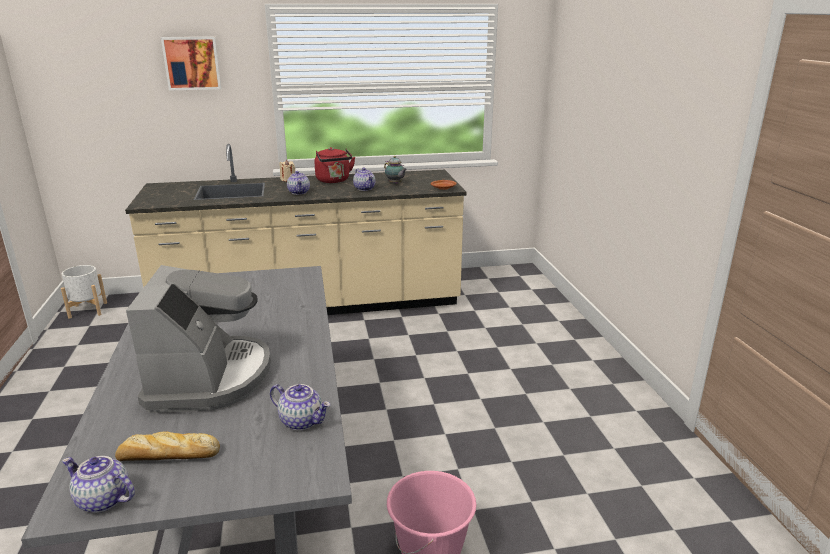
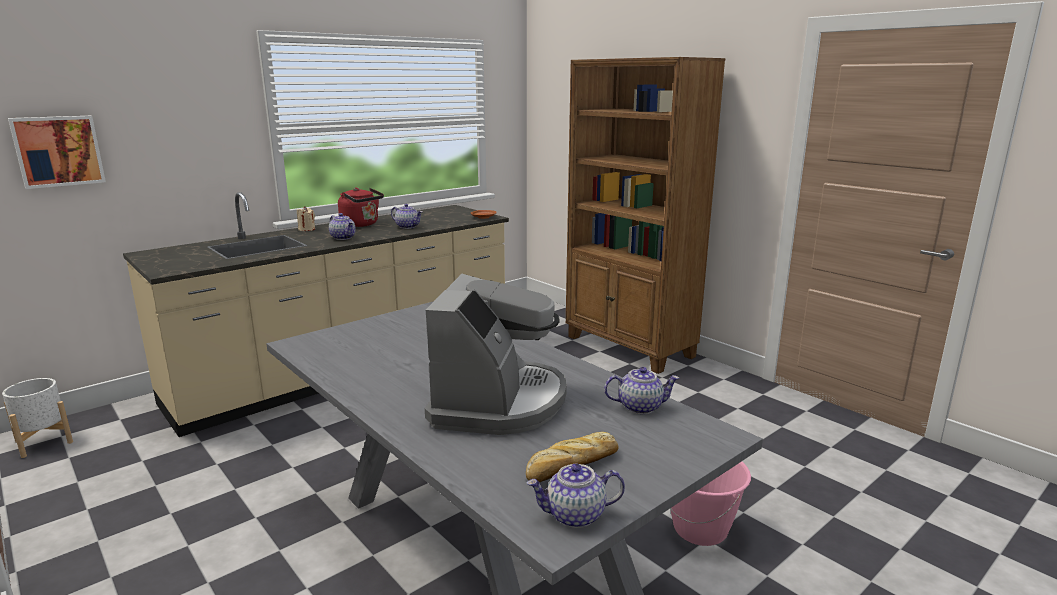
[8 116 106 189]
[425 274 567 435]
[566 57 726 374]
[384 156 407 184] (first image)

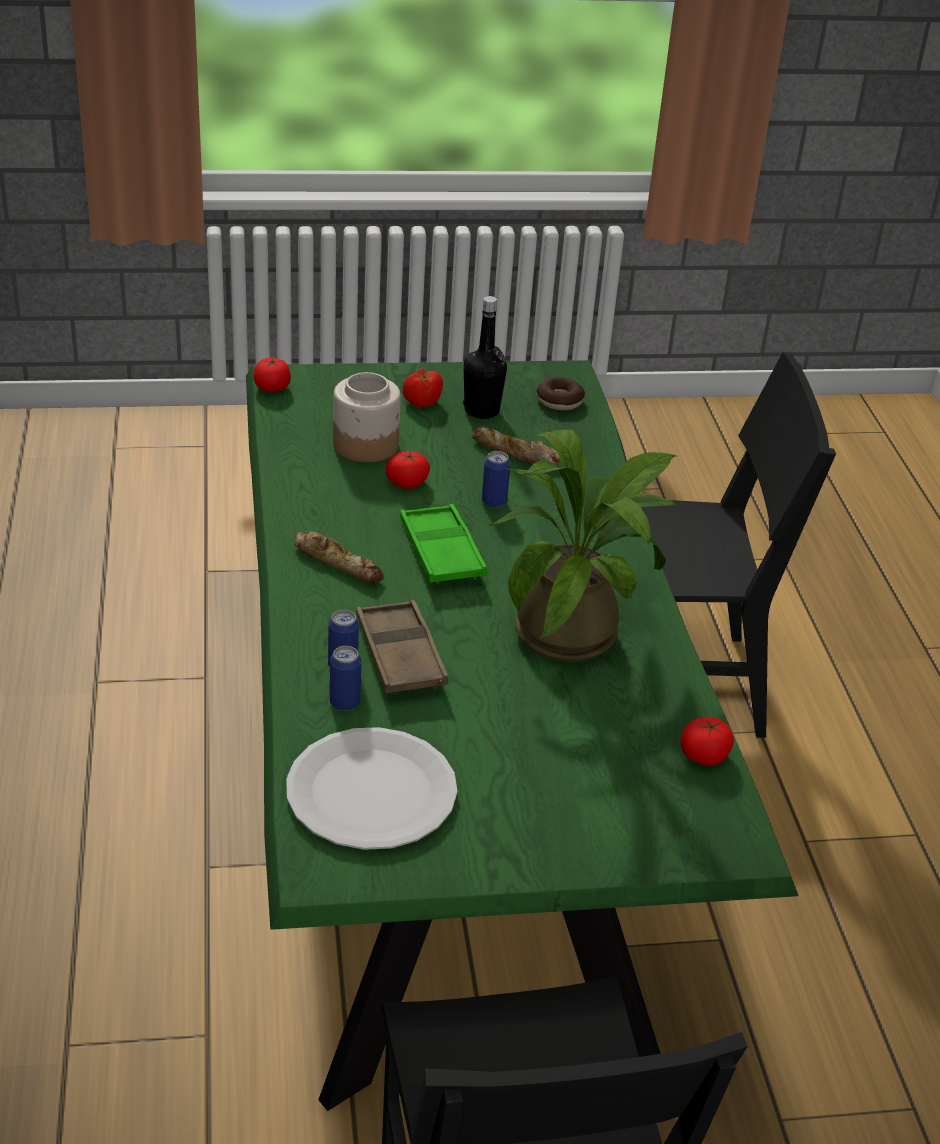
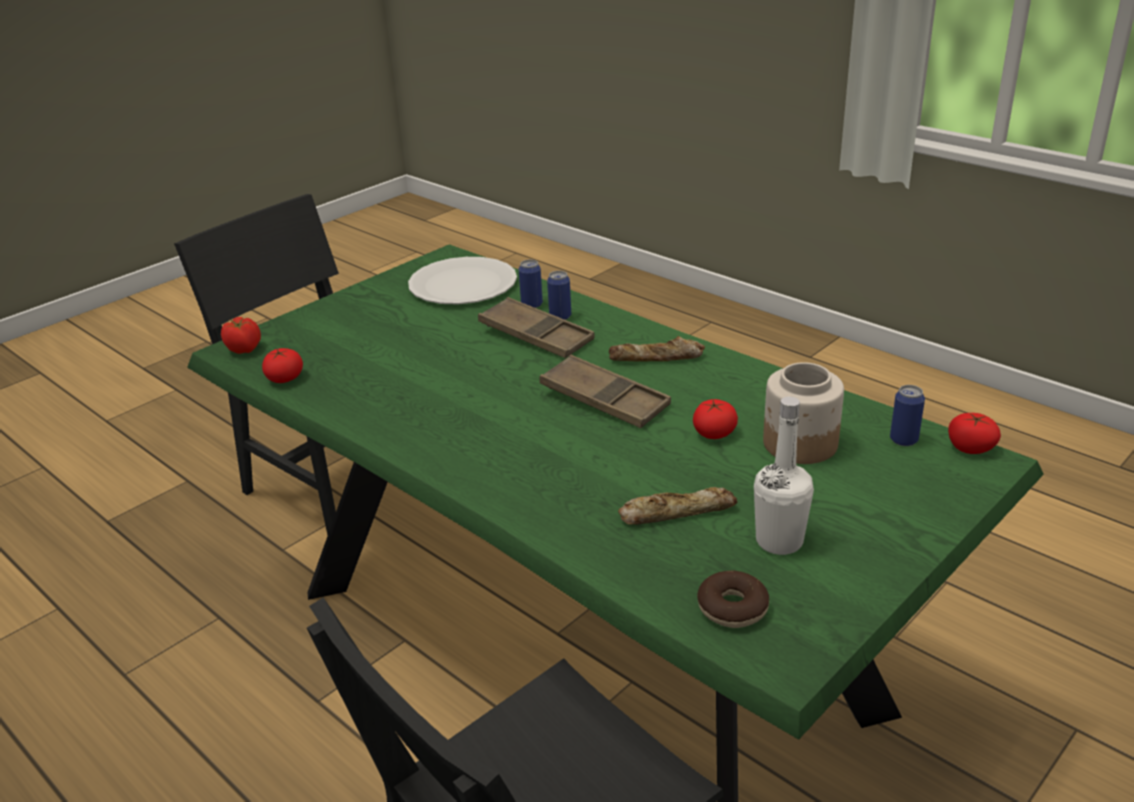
[221 317 261 354]
[540 355 671 428]
[754 397 814 555]
[890 385 925 446]
[490 430 679 662] (first image)

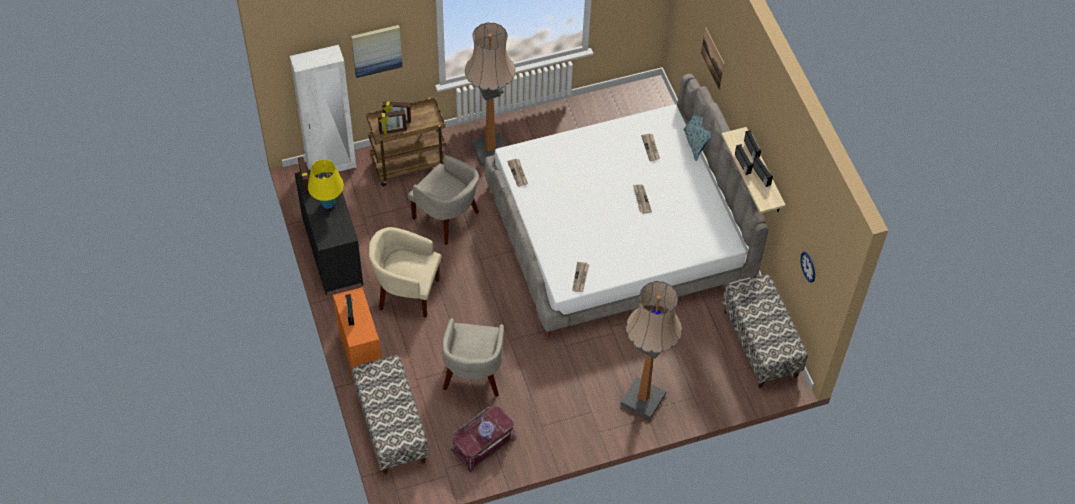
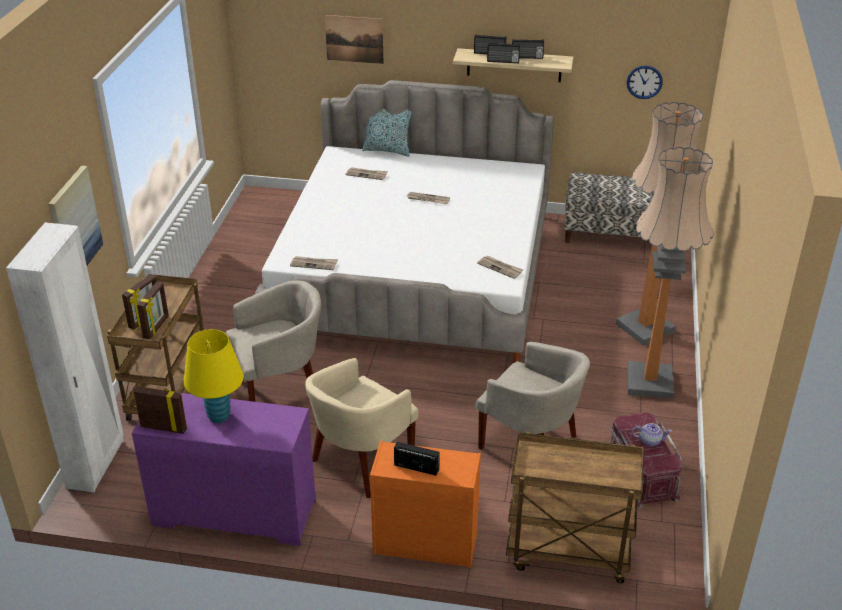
[132 392 316 546]
[506 432 644 583]
[627 147 713 399]

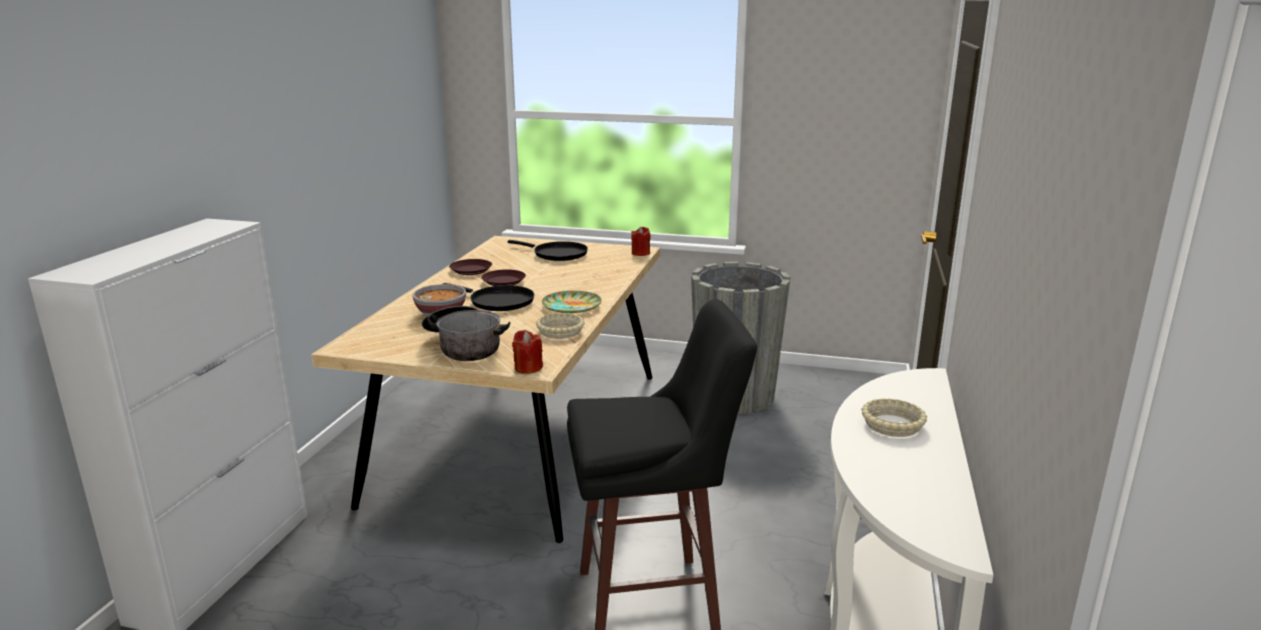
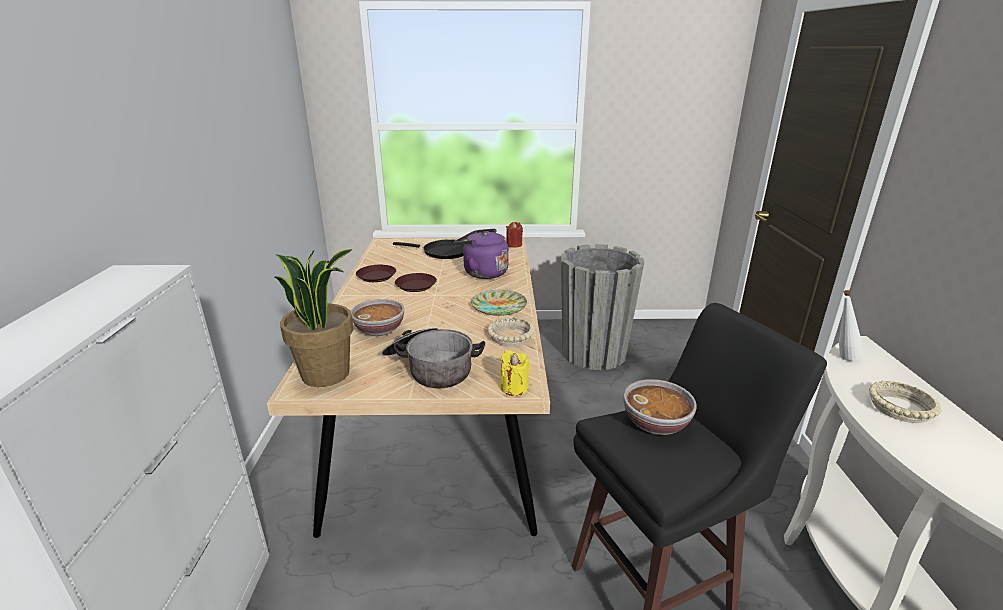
[275 249 354 387]
[454 229 509 279]
[501 350 529 396]
[623 379 697 435]
[839 290 862 361]
[443 283 534 311] (first image)

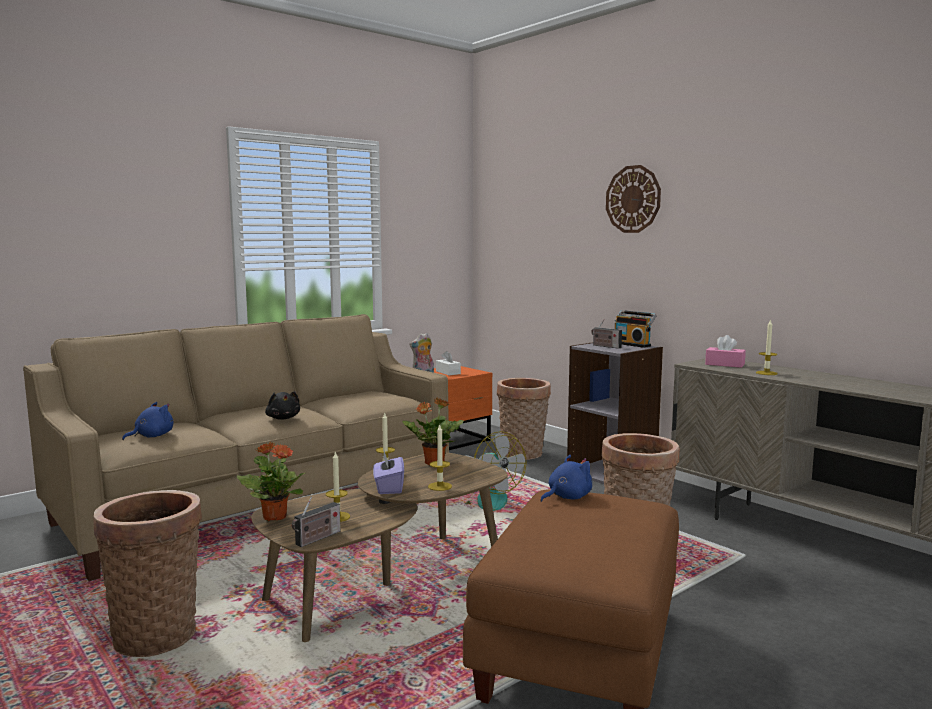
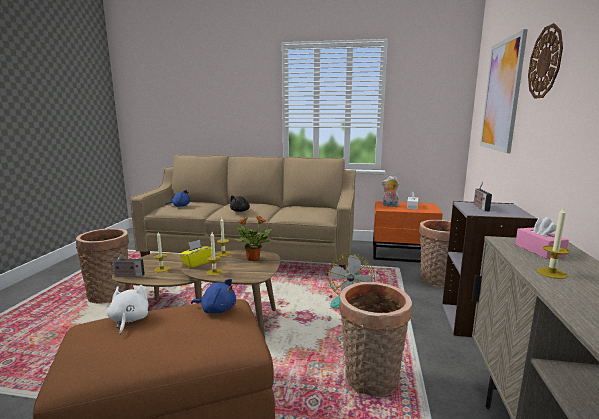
[107 284 149 335]
[179 240 212 268]
[480 29 528 153]
[237 442 305 521] (first image)
[615 310 656 348] (first image)

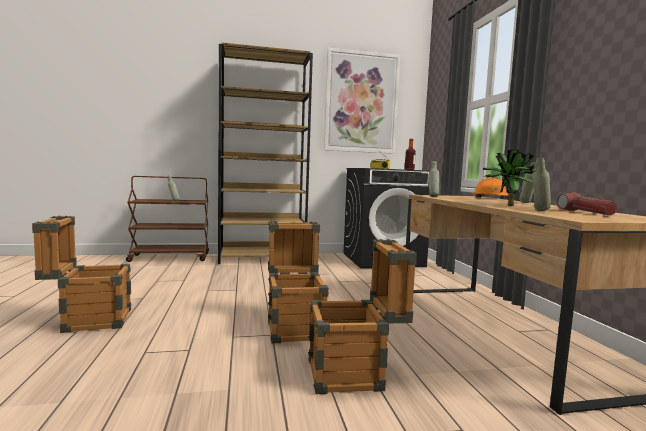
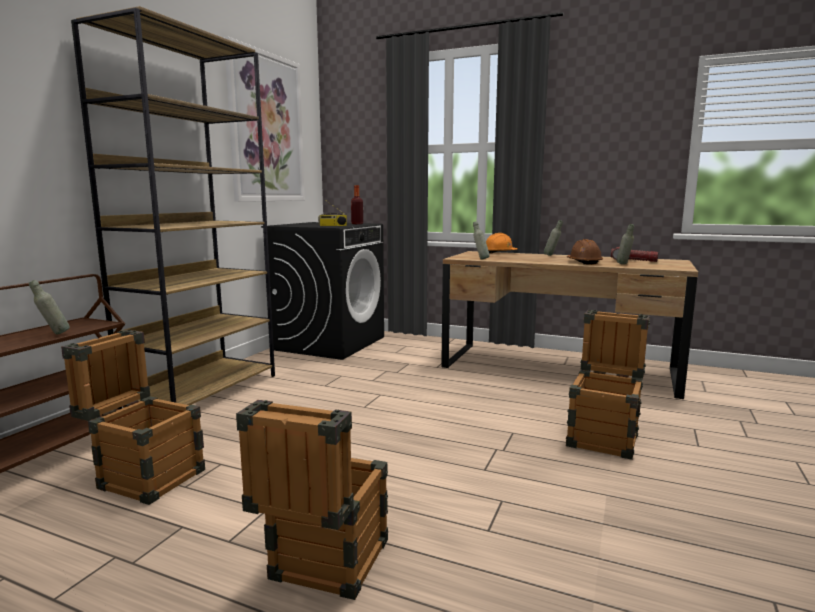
[61 330 205 505]
[567 239 603 265]

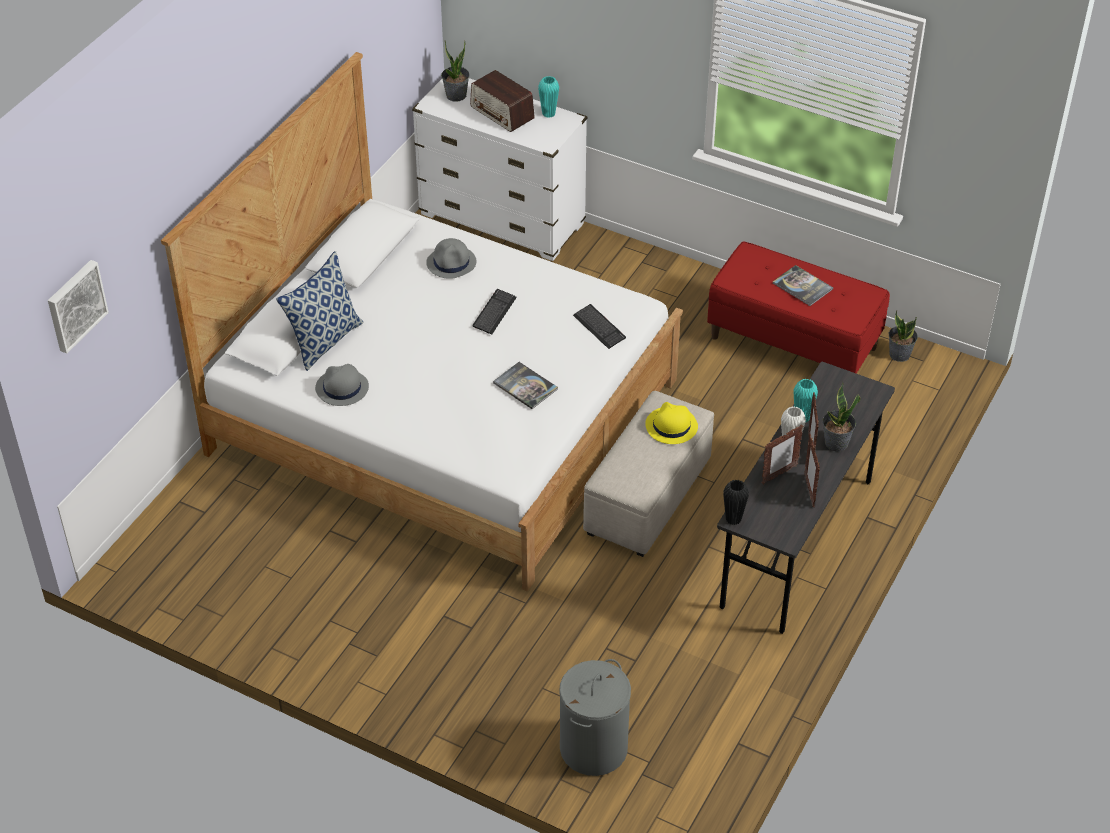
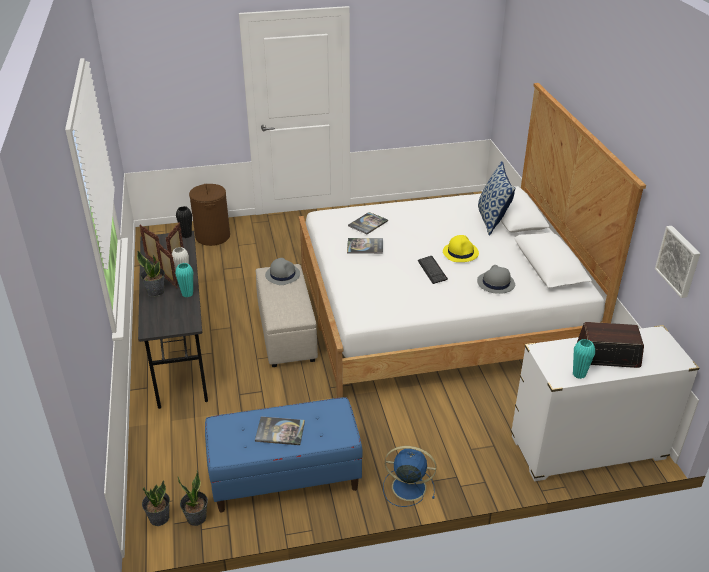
[142 480 170 526]
[189 184 230 246]
[205 397 363 512]
[265 258 300 285]
[348 212 388 234]
[383 446 436 507]
[443 235 479 262]
[655 226 700 298]
[573 304 626 349] (first image)

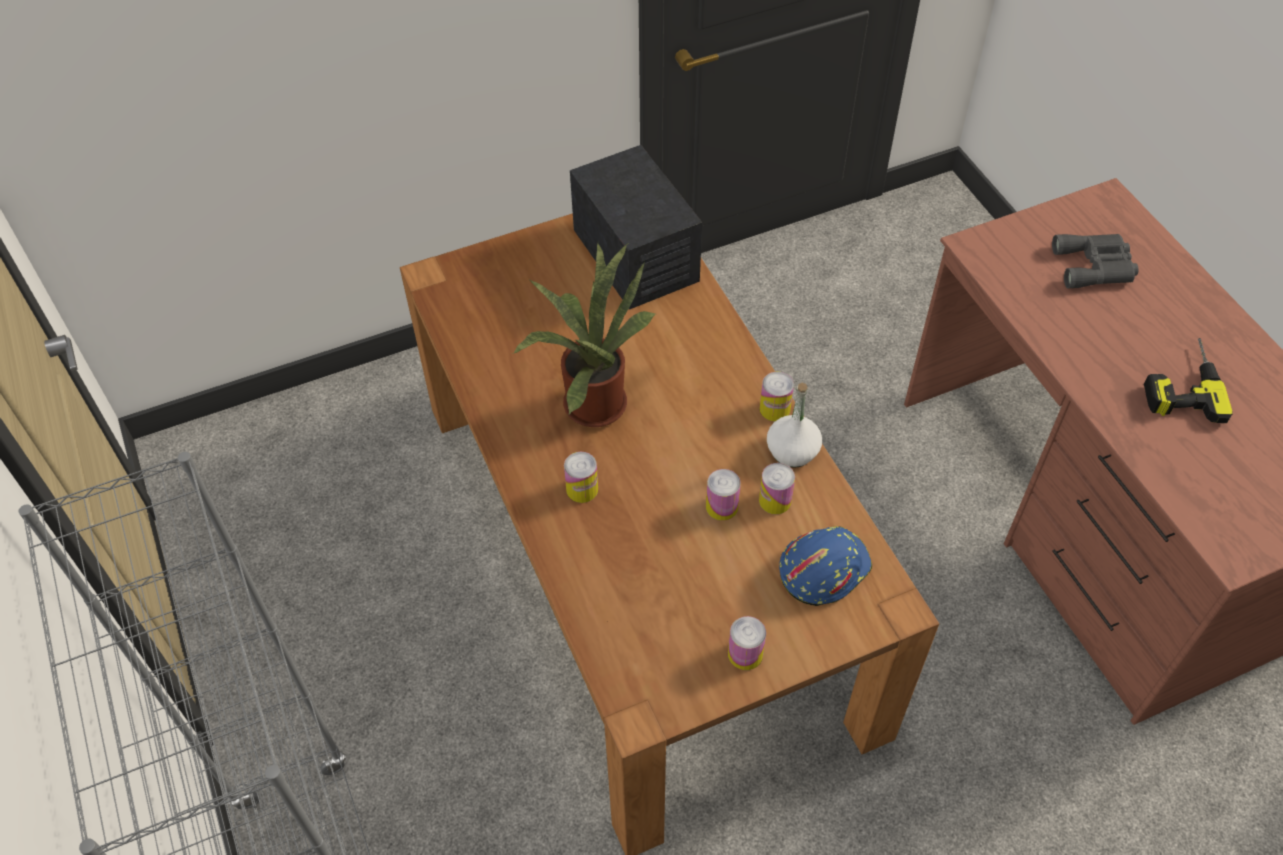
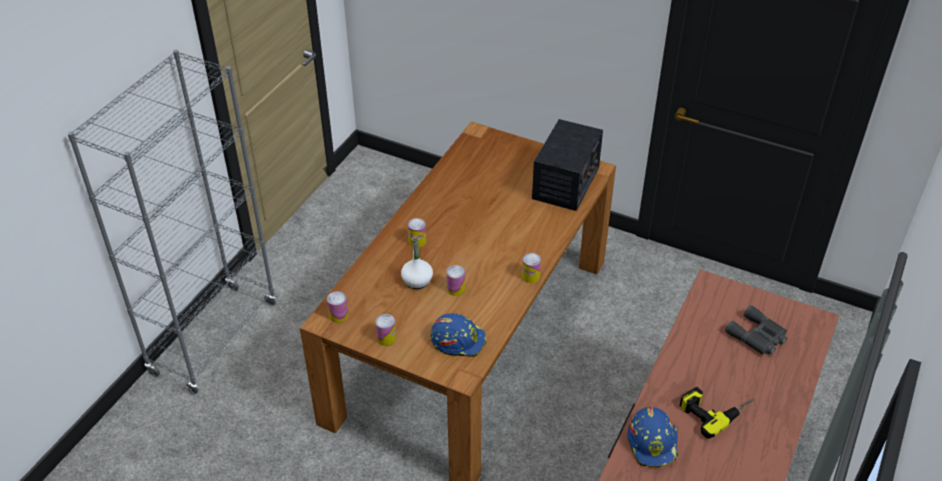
[327 291 348 323]
[401 235 433 289]
[627 407 678 468]
[512 243 655 427] (first image)

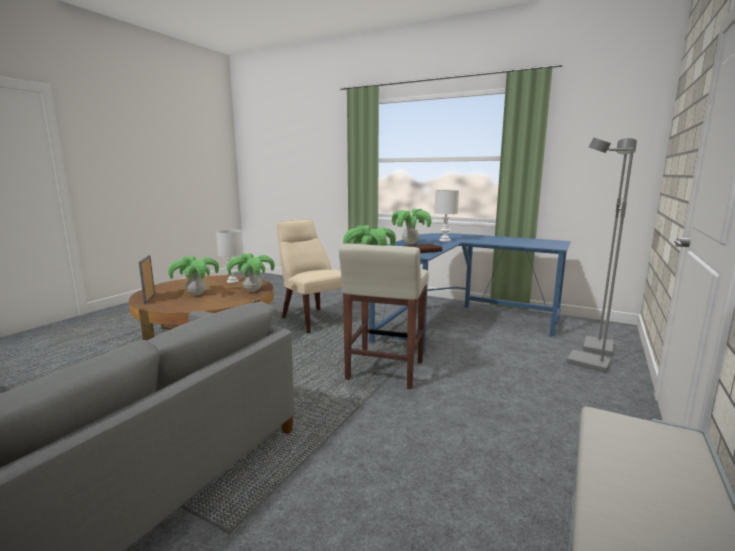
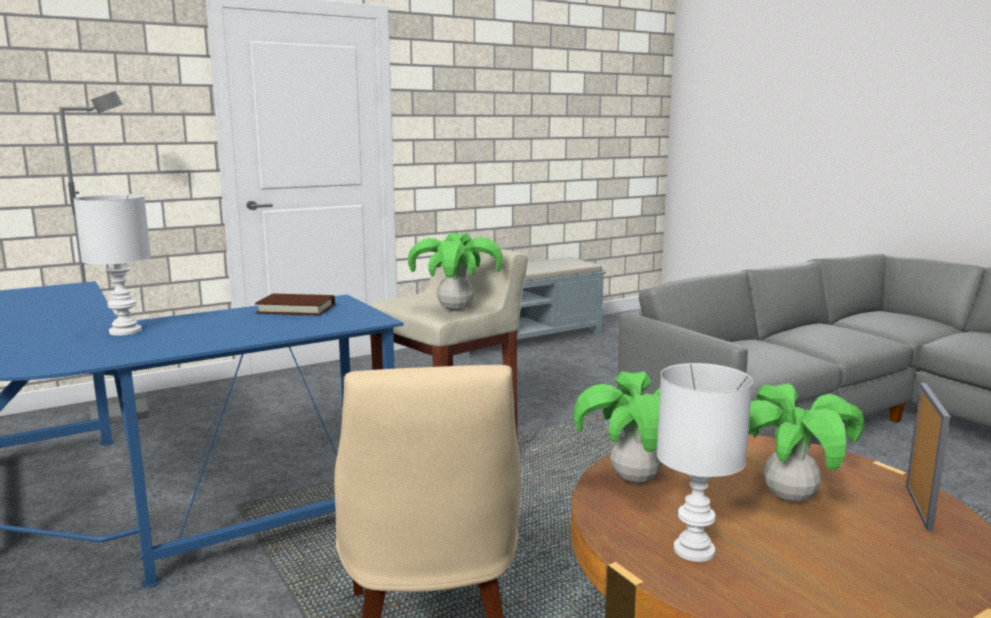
[392 209 431 244] (first image)
[566 137 634 372] (first image)

